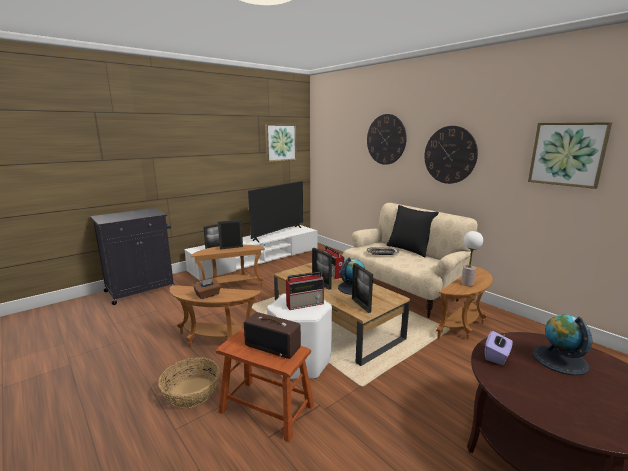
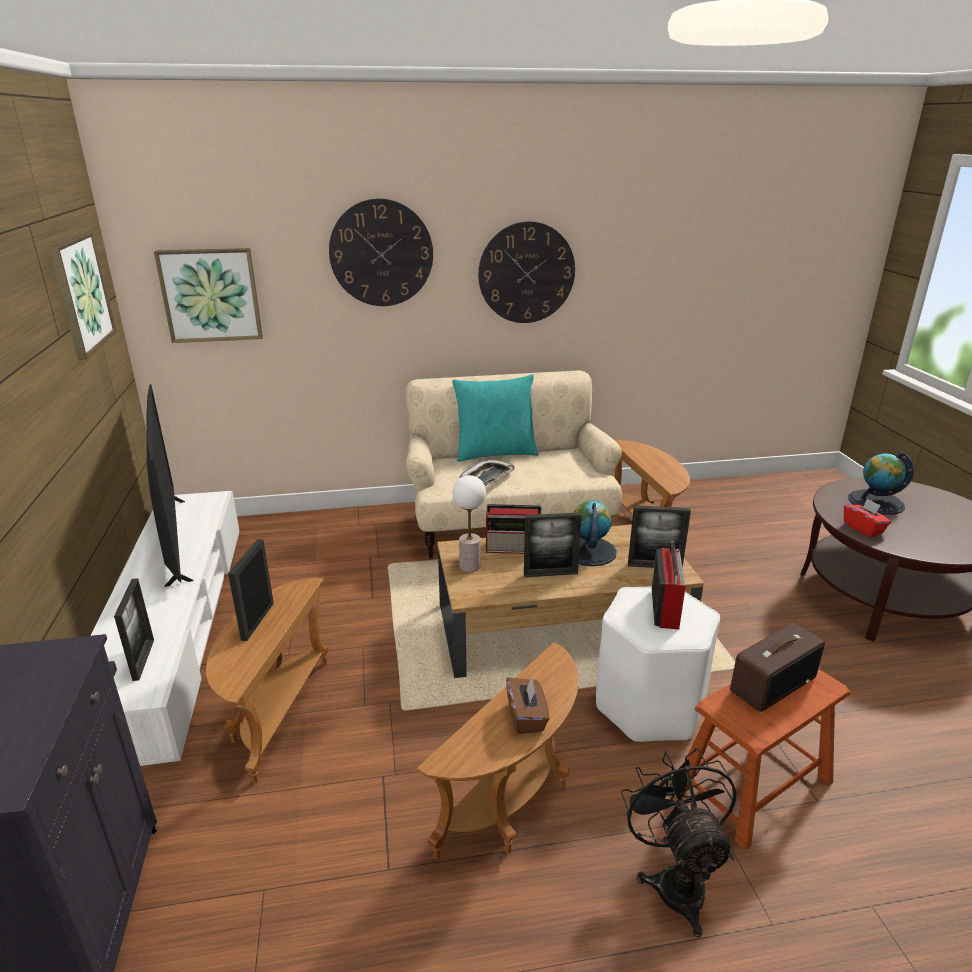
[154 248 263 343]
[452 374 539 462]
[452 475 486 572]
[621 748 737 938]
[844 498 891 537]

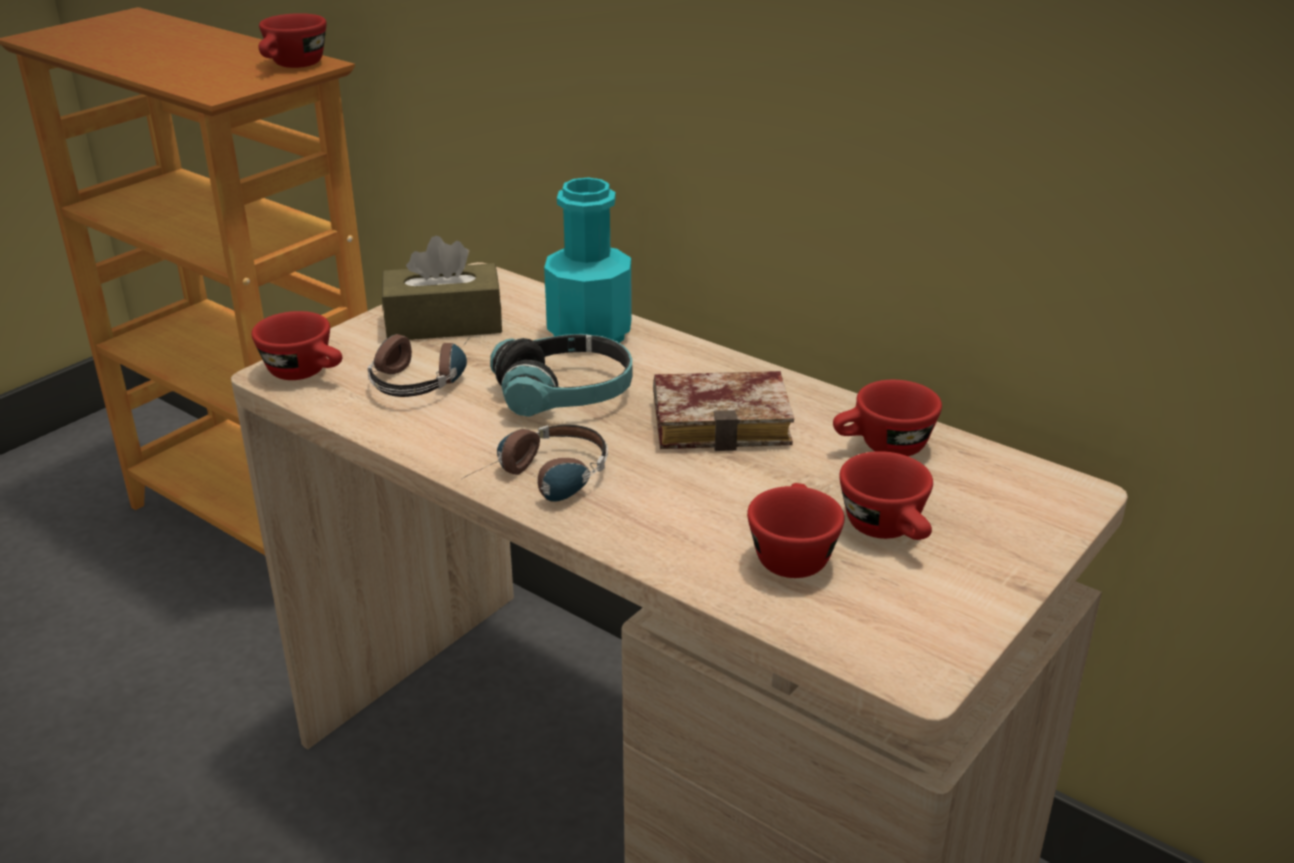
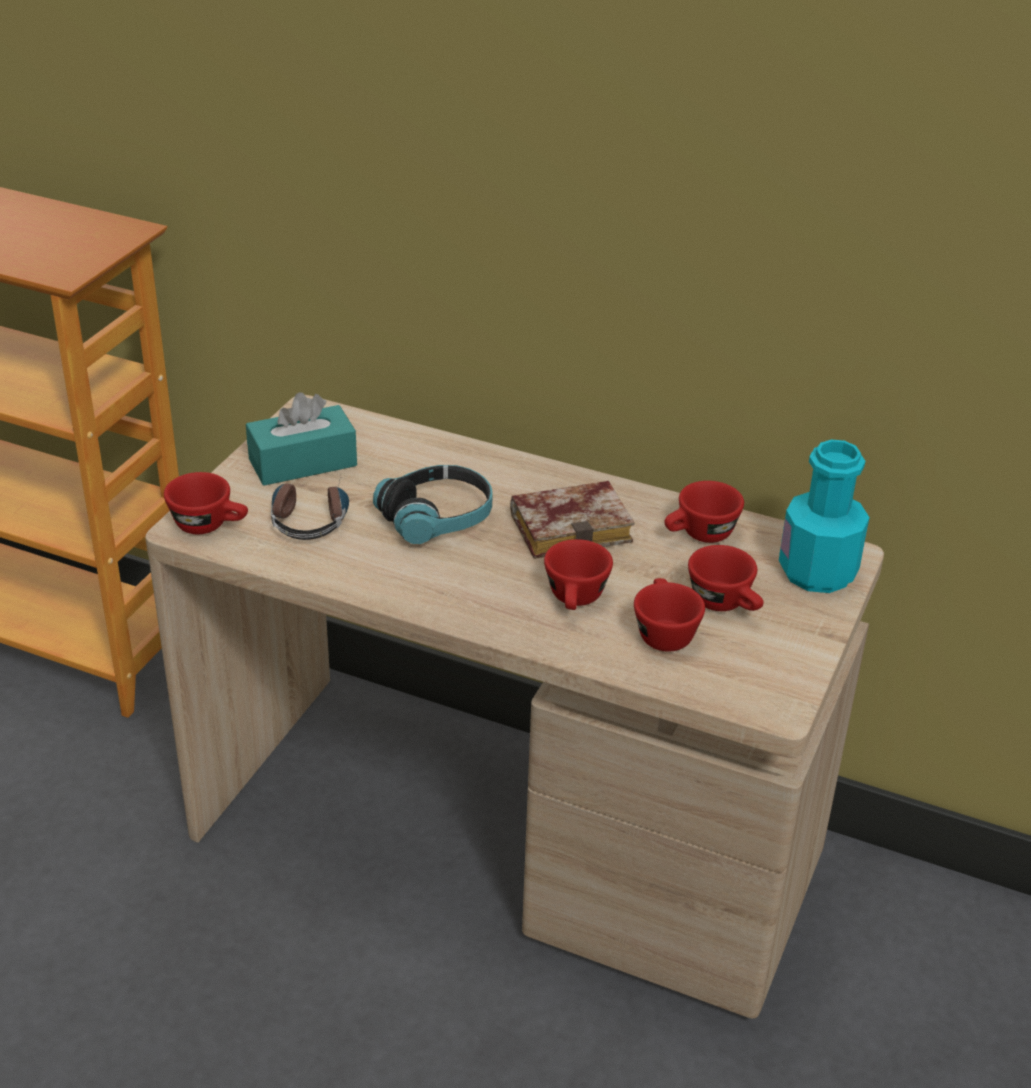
[246 392 357 486]
[544 539 613 610]
[779 440 869 593]
[462 425 608 502] (first image)

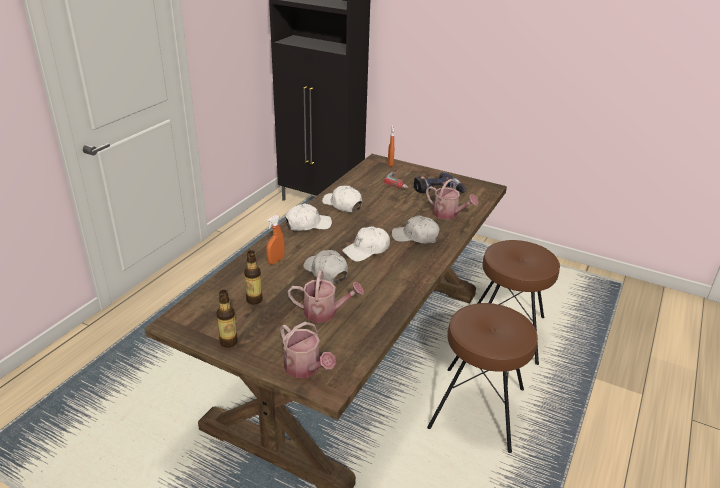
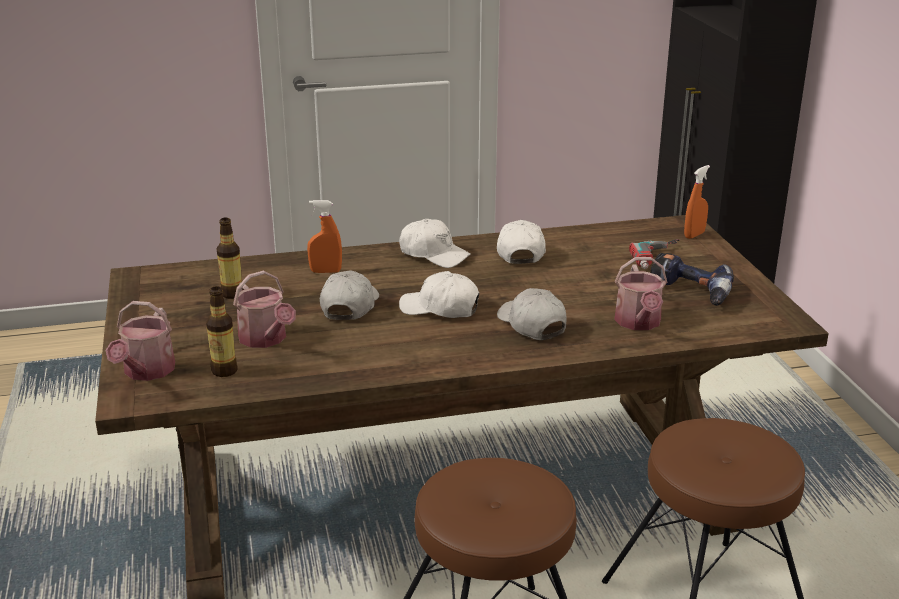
[206 286 237 377]

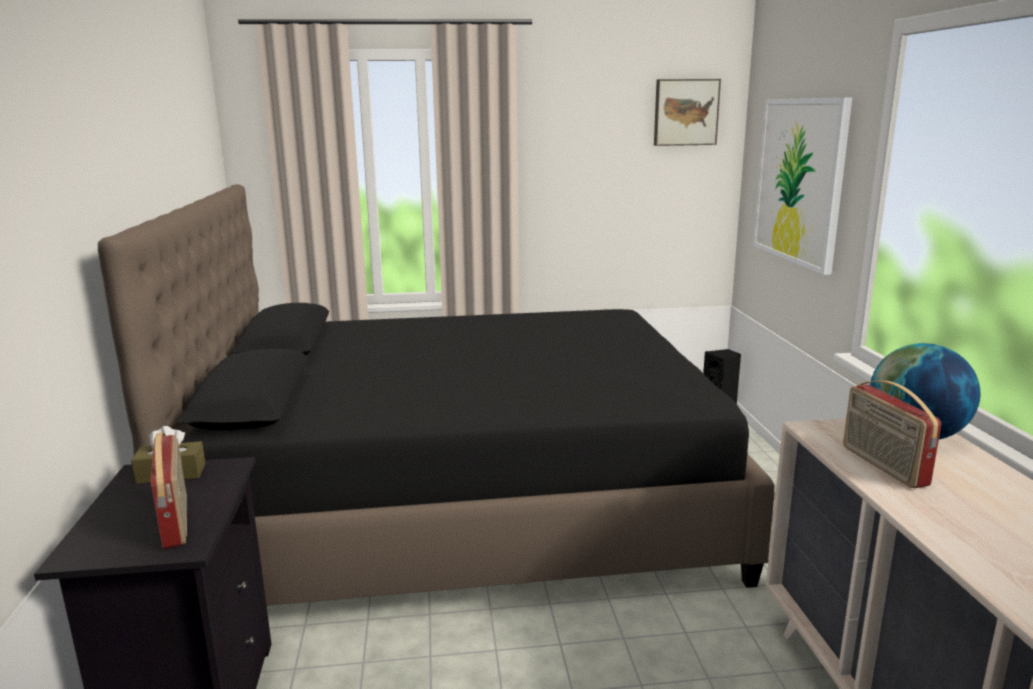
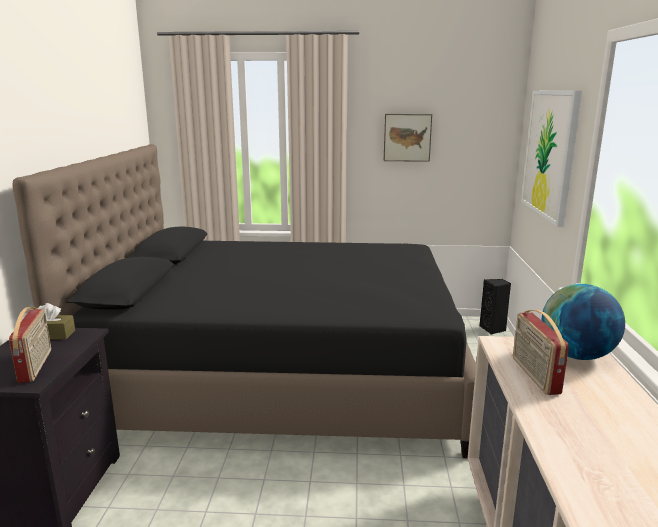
[384 114 432 162]

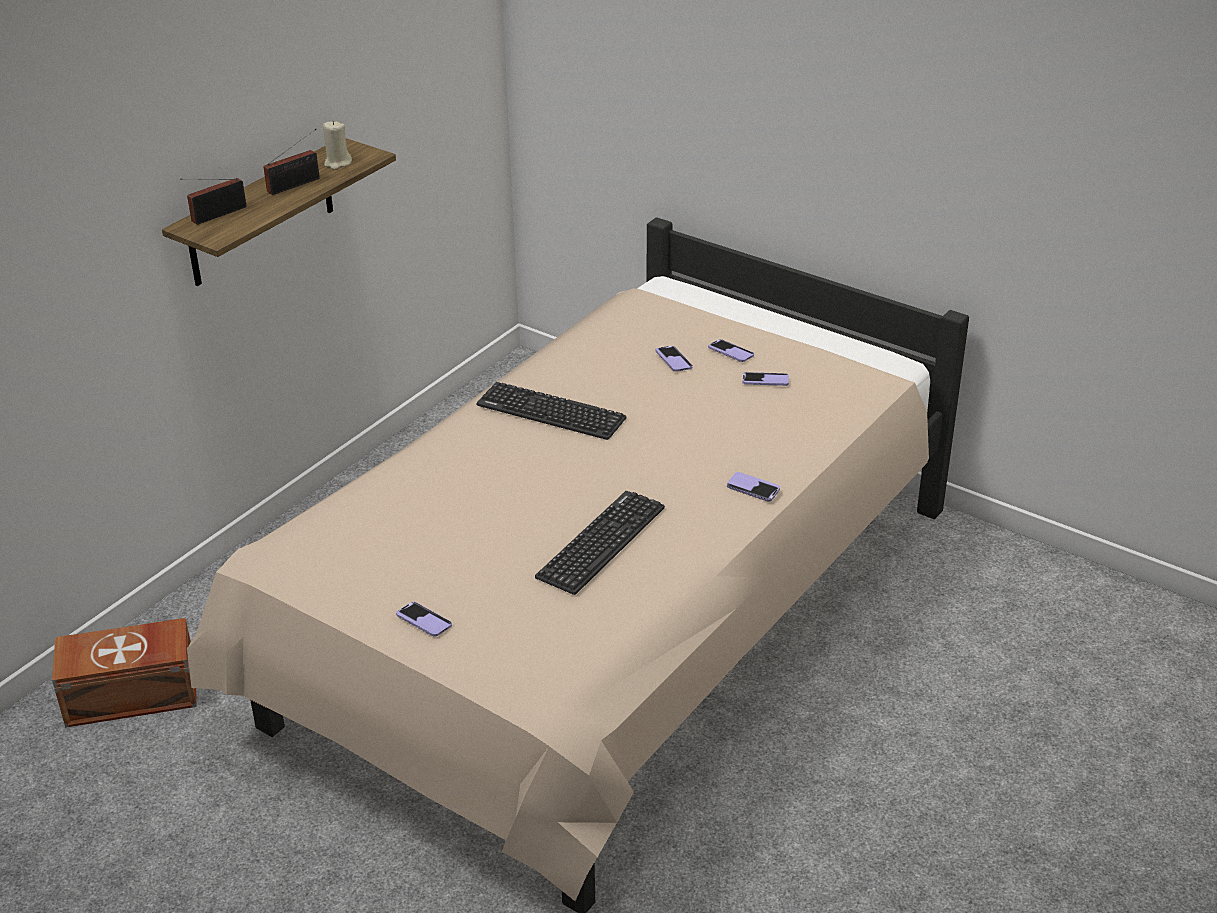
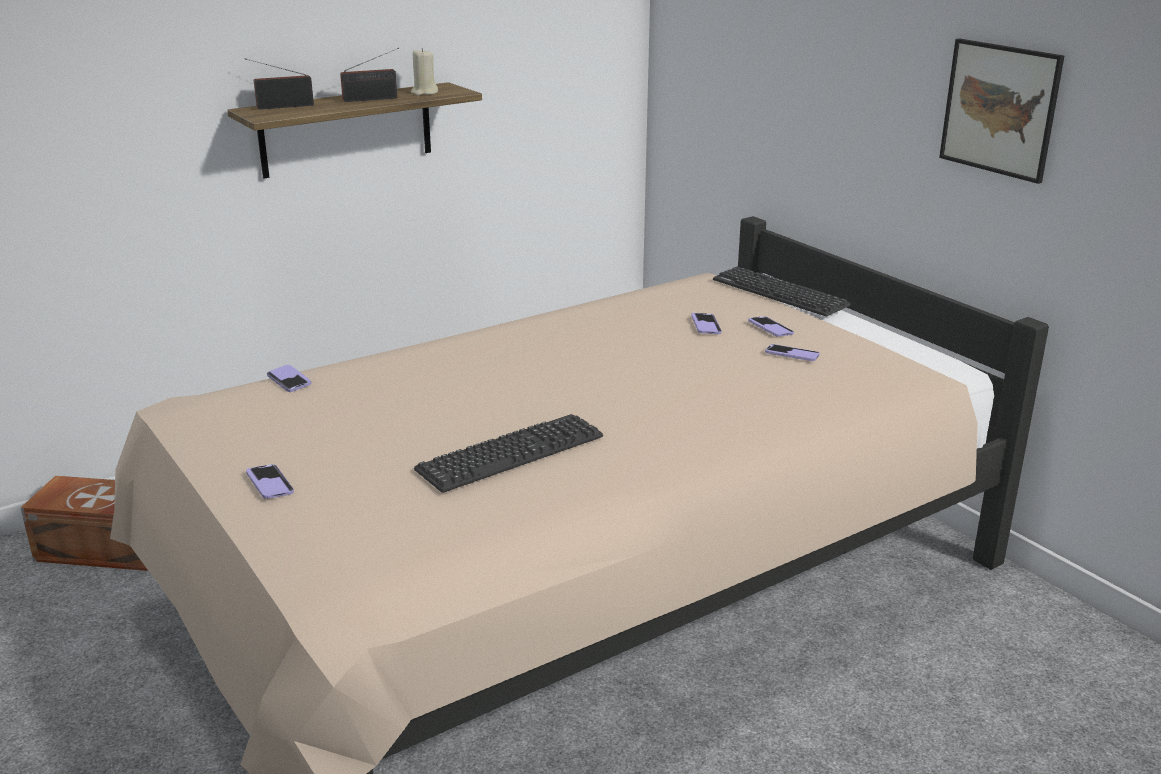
[267 365 311 392]
[713 267 850 316]
[939 38 1064 184]

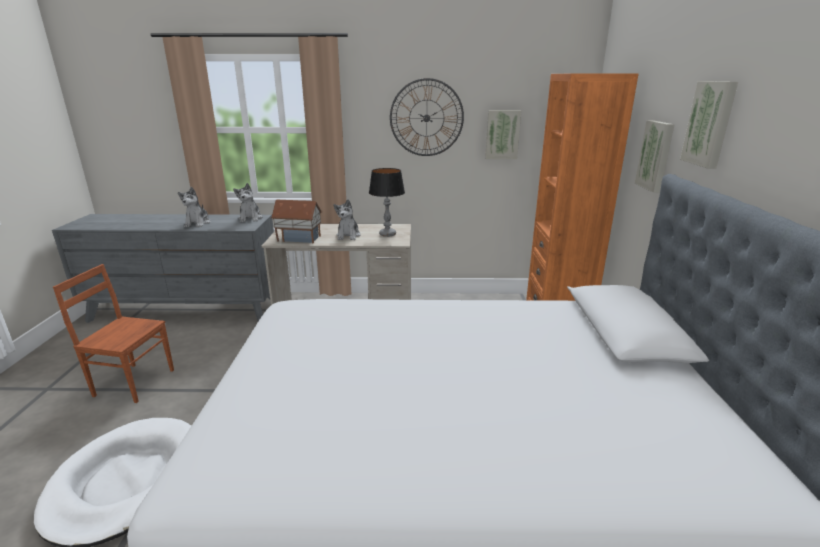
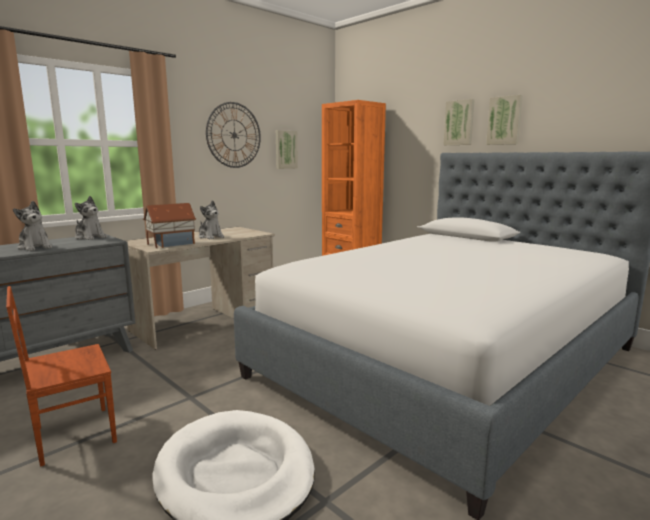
[486 95 523 145]
[369 168 405 237] (first image)

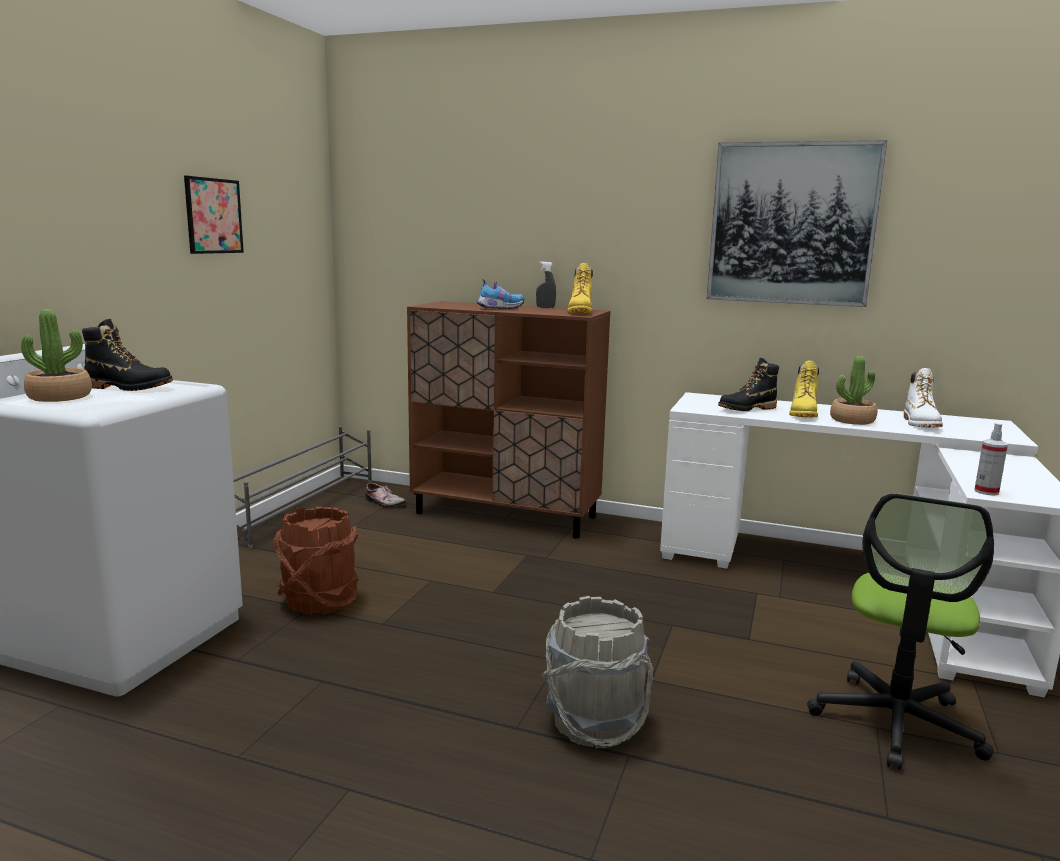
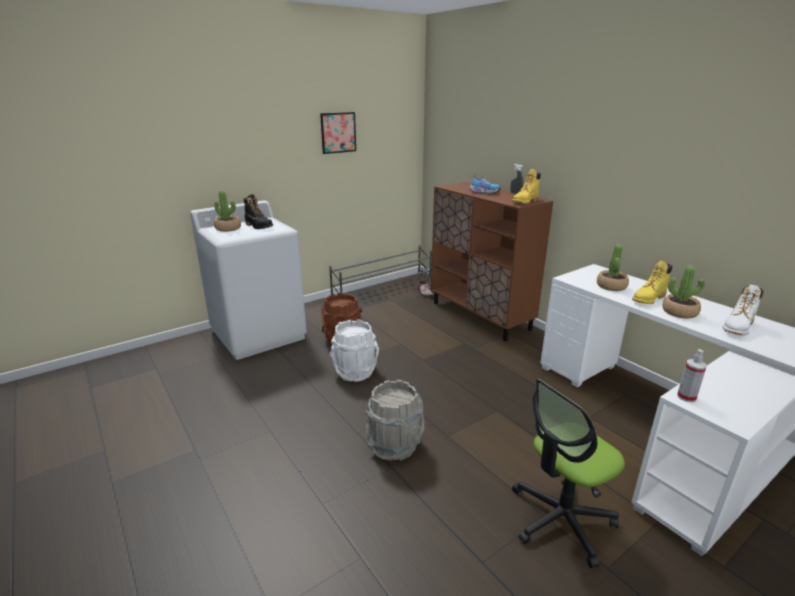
[329 319 379 382]
[597 244 629 291]
[707 140 887 307] (first image)

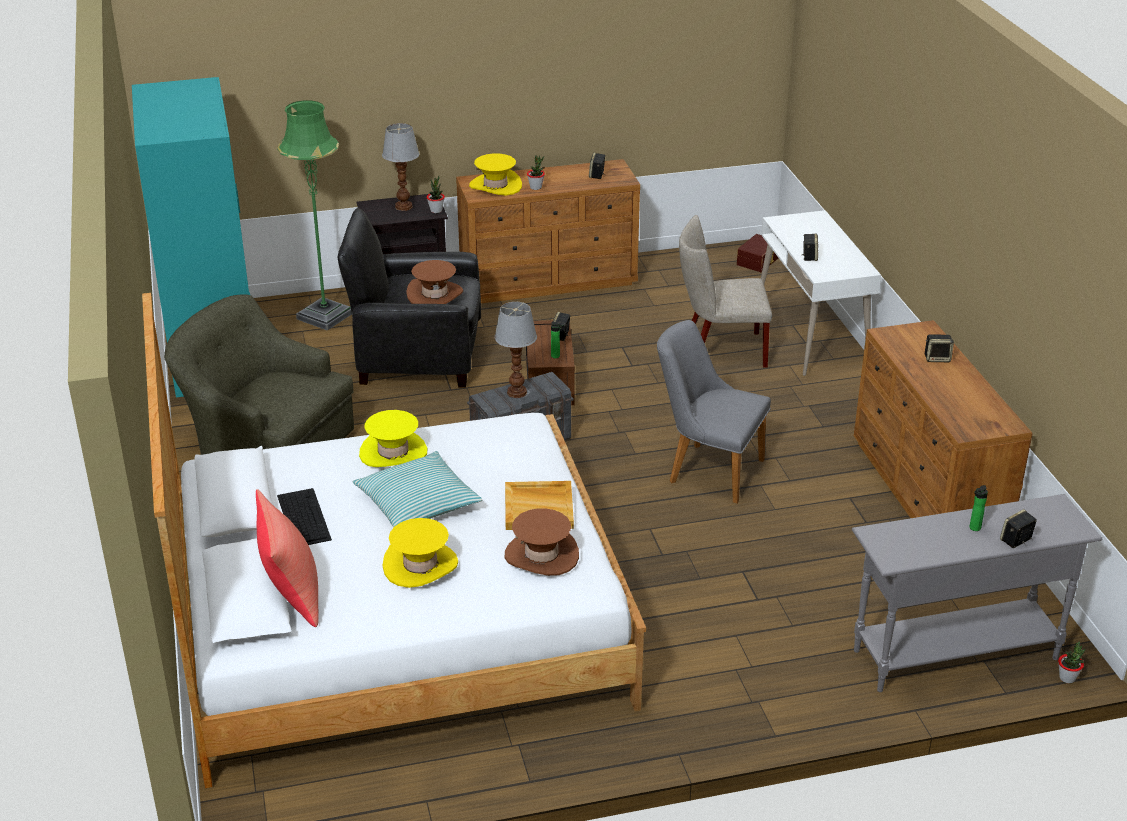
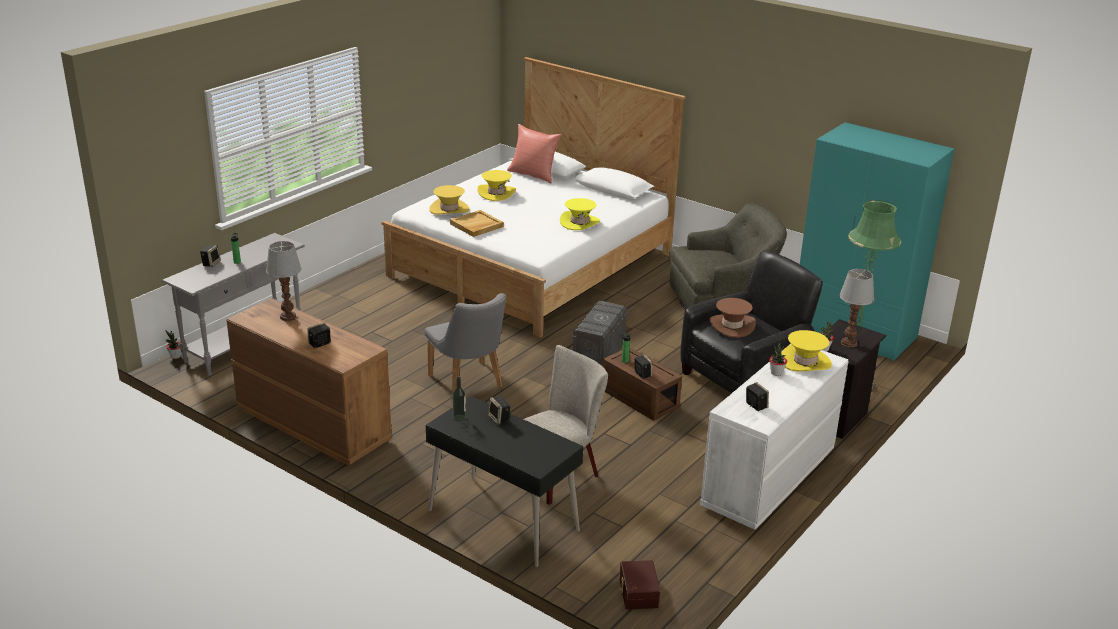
[266 241 302 321]
[424 293 506 393]
[426 396 583 567]
[429 185 469 215]
[452 377 466 422]
[700 344 848 530]
[277 488 332 545] (first image)
[352 451 483 528] (first image)

